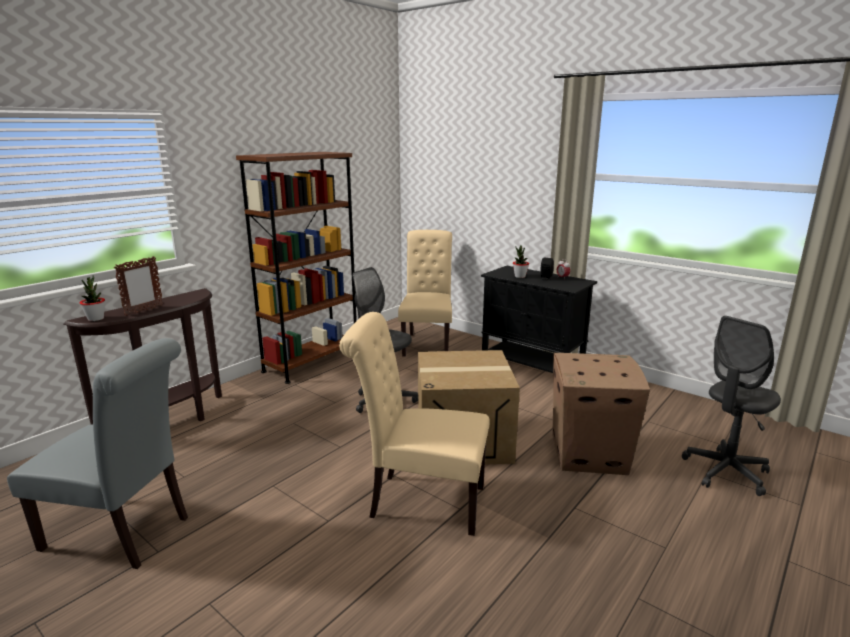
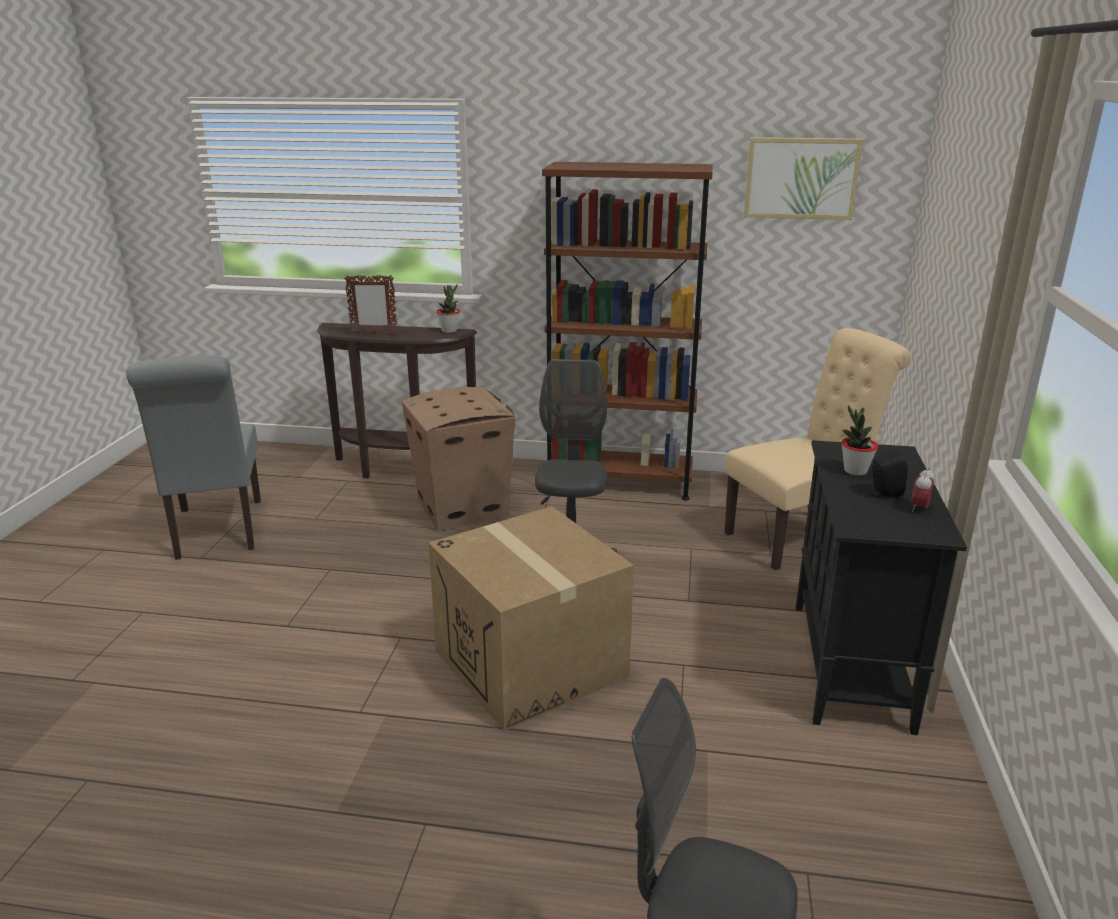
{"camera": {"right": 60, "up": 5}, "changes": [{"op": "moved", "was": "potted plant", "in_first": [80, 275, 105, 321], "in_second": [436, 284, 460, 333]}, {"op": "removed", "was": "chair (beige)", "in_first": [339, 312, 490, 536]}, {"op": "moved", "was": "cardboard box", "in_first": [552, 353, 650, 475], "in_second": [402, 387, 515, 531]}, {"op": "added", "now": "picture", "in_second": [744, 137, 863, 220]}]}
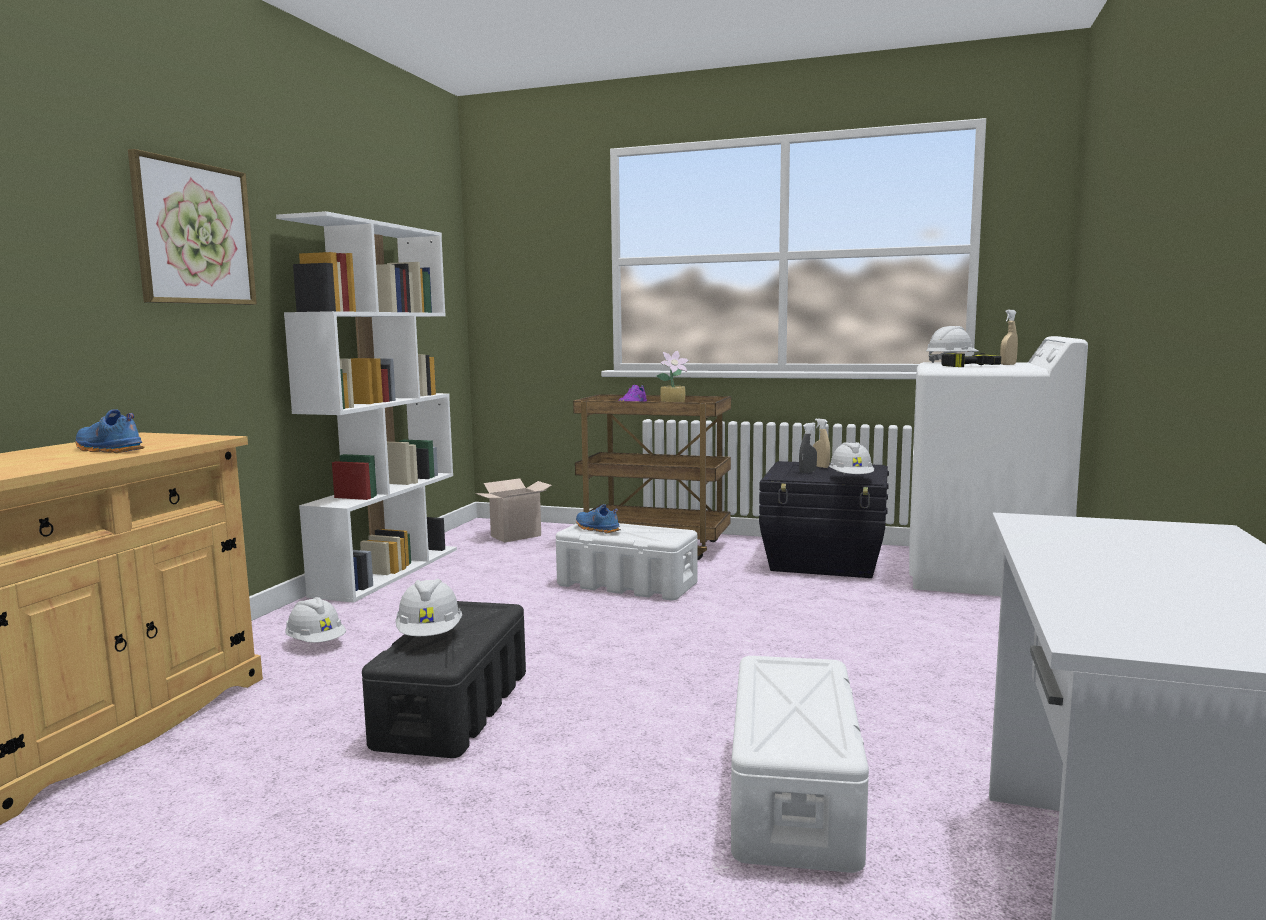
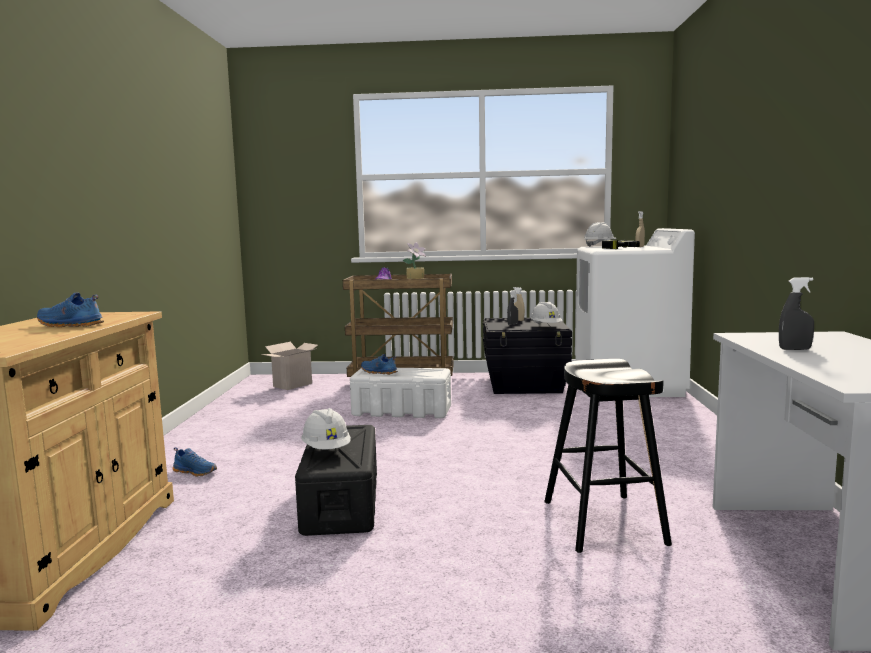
{"camera": {"right": -15, "up": 0}, "changes": [{"op": "removed", "was": "picture", "in_first": [128, 149, 257, 305]}, {"op": "removed", "was": "bookcase (white)", "in_first": [276, 211, 457, 603]}, {"op": "replaced", "was": "hard hat (white)", "now": "shoe (blue)", "in_first": [285, 597, 346, 643], "in_second": [172, 447, 217, 477]}, {"op": "replaced", "was": "storage box (white)", "now": "stool (black)", "in_first": [731, 656, 869, 873], "in_second": [544, 359, 672, 553]}, {"op": "added", "now": "spray bottle (grey)", "in_second": [779, 277, 814, 350]}]}
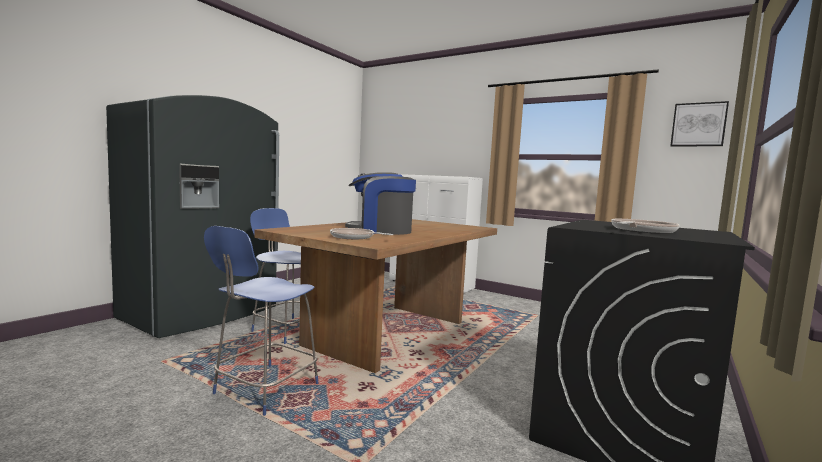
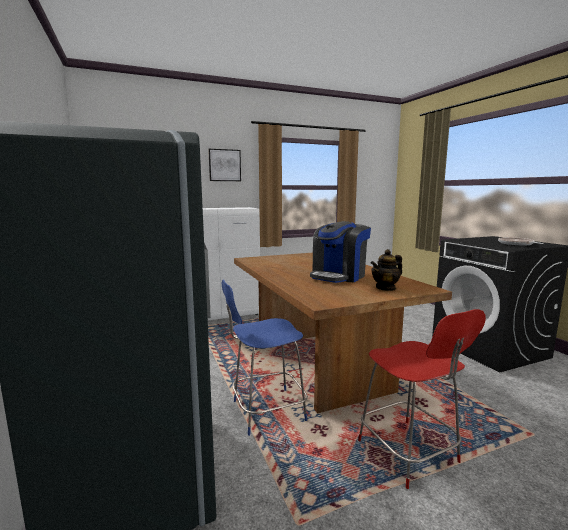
{"camera": {"right": -55, "up": 5}, "changes": [{"op": "moved", "was": "picture", "in_first": [670, 101, 729, 146], "in_second": [208, 149, 241, 181]}, {"op": "recoloured", "was": "chair (blue)", "now": "chair (red)", "in_first": [204, 226, 319, 416], "in_second": [358, 309, 486, 489]}, {"op": "replaced", "was": "frying pan", "now": "teapot", "in_first": [330, 228, 393, 239], "in_second": [371, 249, 402, 291]}]}
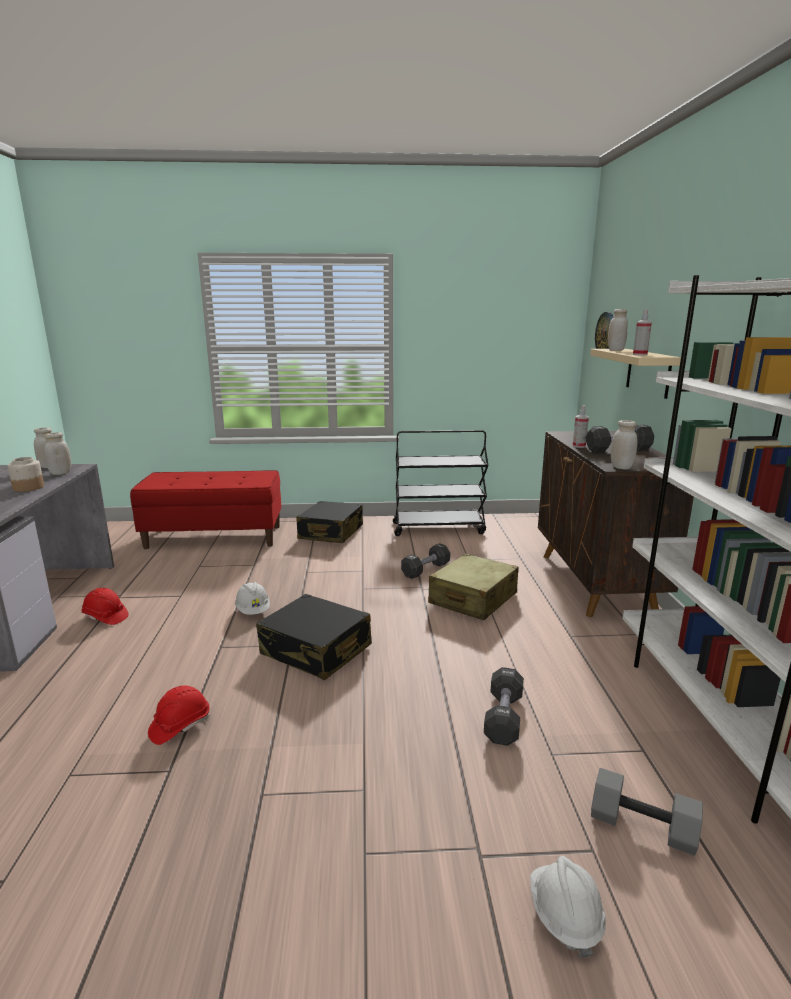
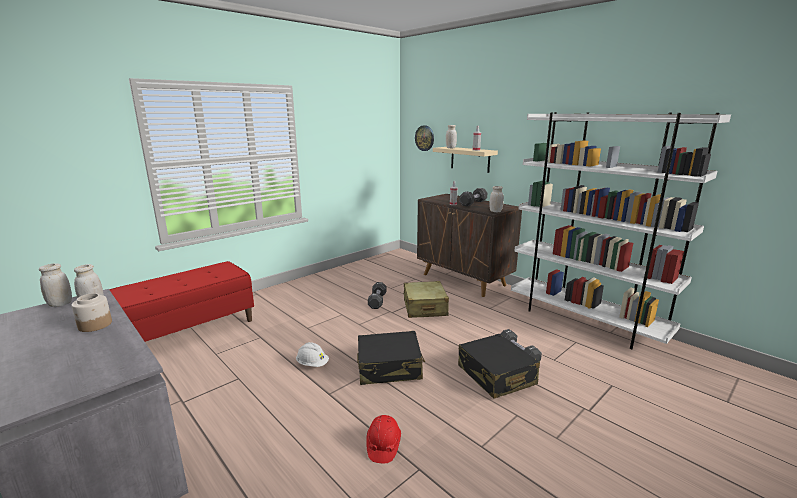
{"camera": {"right": -40, "up": 0}, "changes": [{"op": "removed", "was": "cart (black)", "in_first": [393, 430, 488, 536]}, {"op": "moved", "was": "suitcase (black)", "in_first": [296, 501, 363, 543], "in_second": [458, 334, 540, 399]}, {"op": "removed", "was": "hard hat (red)", "in_first": [82, 588, 129, 625]}, {"op": "removed", "was": "dumbbell (grey)", "in_first": [591, 768, 703, 856]}, {"op": "removed", "was": "hard hat (white)", "in_first": [530, 856, 606, 958]}]}
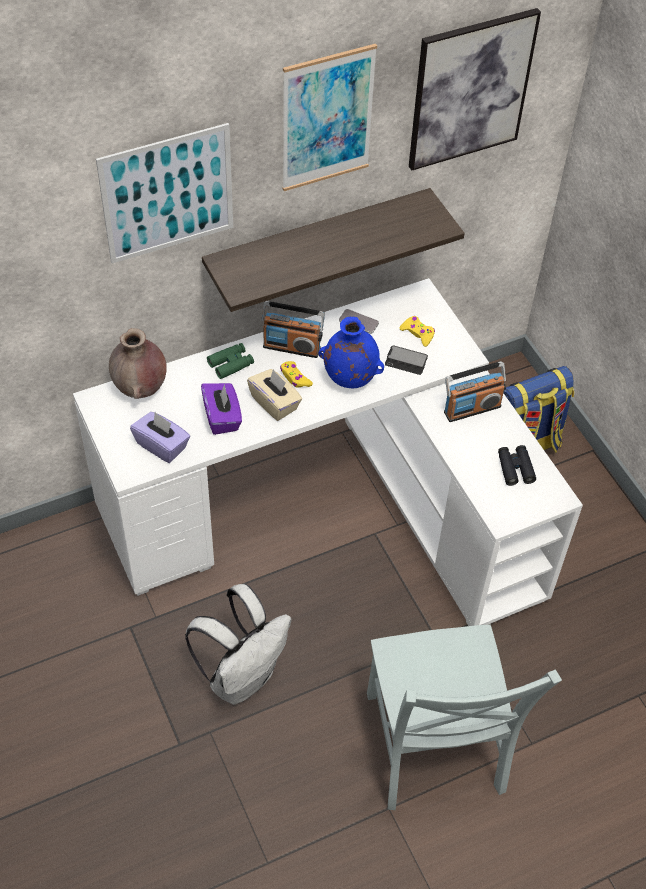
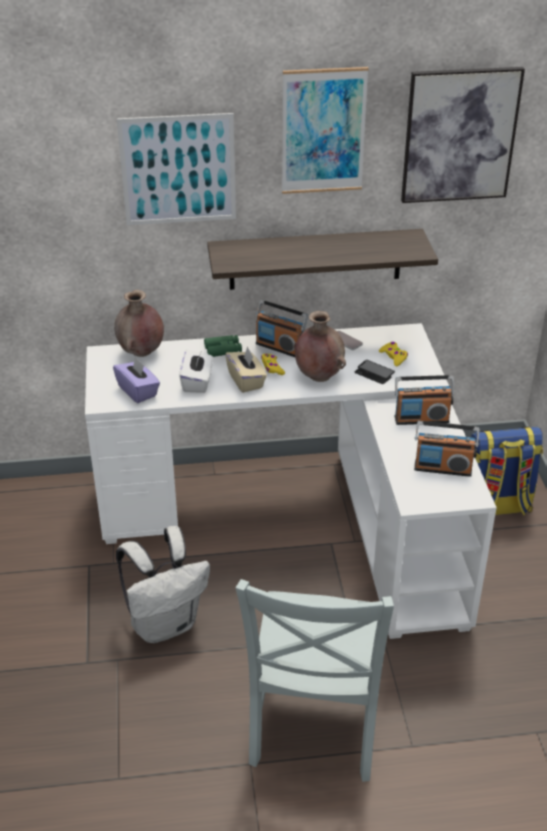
{"camera": {"right": 20, "up": -15}, "changes": [{"op": "recoloured", "was": "vase (blue)", "now": "vase (brown)", "in_first": [318, 316, 384, 388], "in_second": [294, 311, 346, 382]}, {"op": "recoloured", "was": "tissue box (purple)", "now": "tissue box (white)", "in_first": [201, 383, 242, 435], "in_second": [180, 348, 213, 393]}, {"op": "replaced", "was": "binoculars (black)", "now": "radio", "in_first": [498, 445, 536, 486], "in_second": [414, 421, 480, 477]}]}
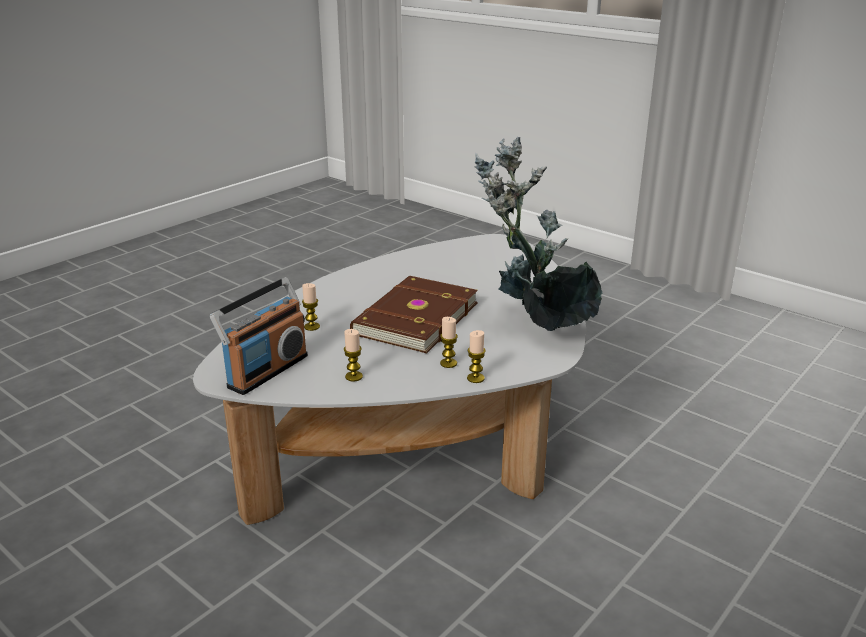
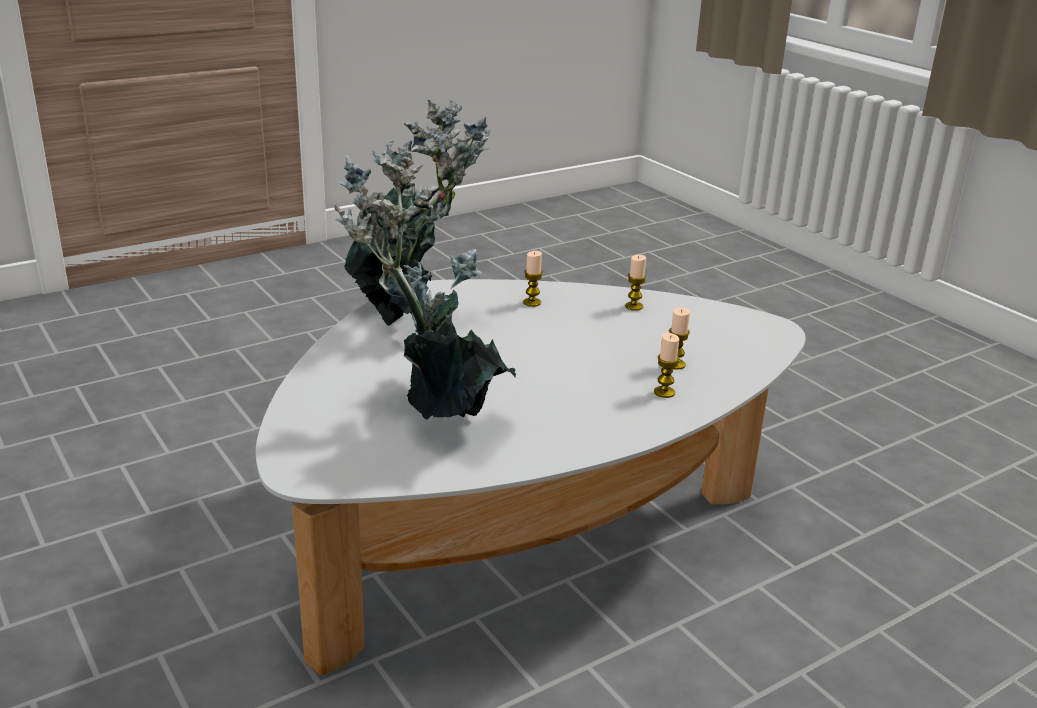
{"camera": {"right": -165, "up": 0}, "changes": [{"op": "removed", "was": "book (brown)", "in_first": [350, 276, 478, 353]}, {"op": "removed", "was": "radio", "in_first": [210, 277, 308, 395]}, {"op": "moved", "was": "candle", "in_first": [467, 330, 486, 383], "in_second": [654, 333, 679, 398]}, {"op": "added", "now": "potted plant", "in_second": [334, 140, 516, 420]}]}
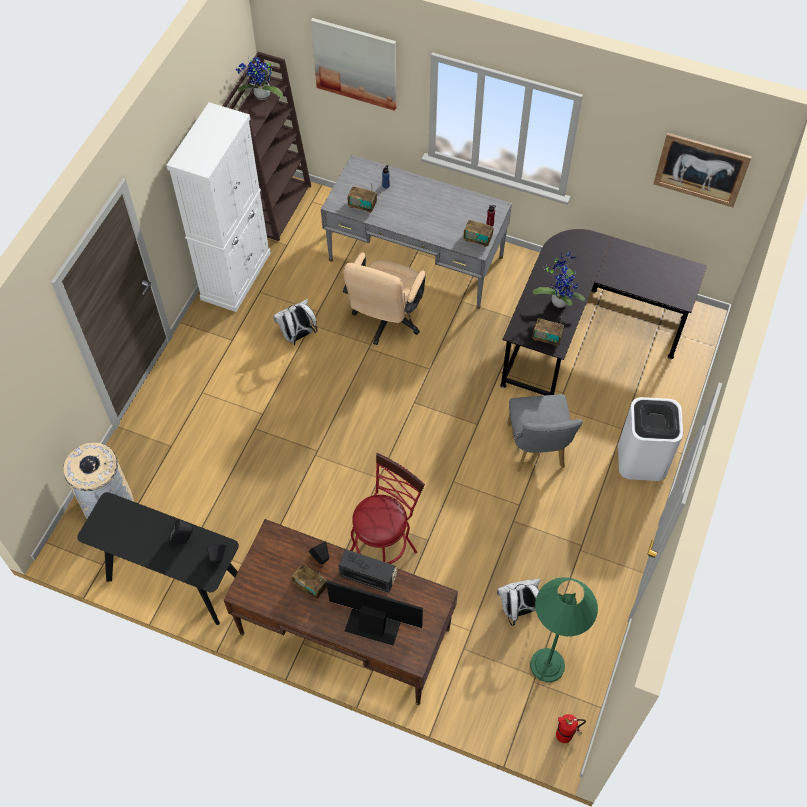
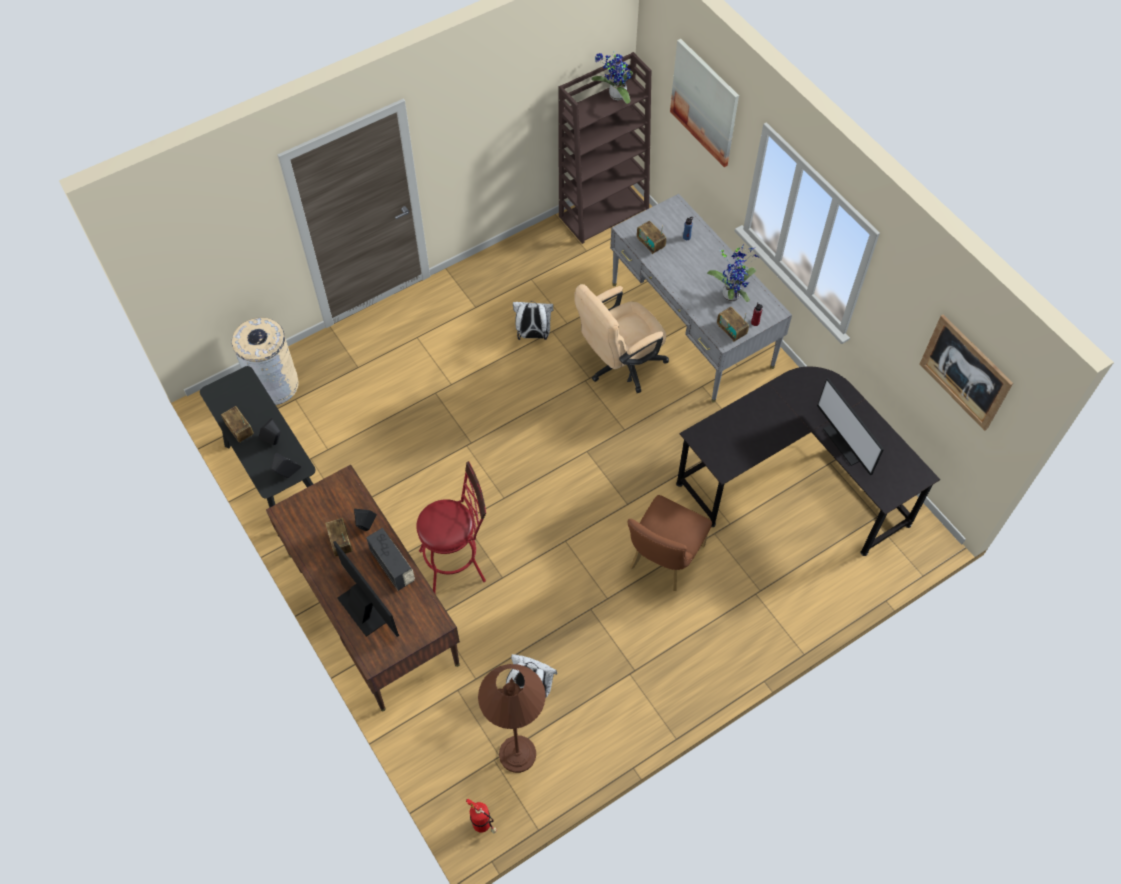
{"camera": {"right": 35, "up": 0}, "changes": [{"op": "removed", "was": "cabinet (white)", "in_first": [166, 102, 271, 312]}, {"op": "moved", "was": "potted plant", "in_first": [533, 251, 585, 308], "in_second": [707, 244, 759, 302]}, {"op": "moved", "was": "radio", "in_first": [532, 317, 564, 346], "in_second": [221, 406, 254, 443]}, {"op": "recoloured", "was": "chair (grey)", "now": "chair (brown)", "in_first": [507, 394, 583, 472], "in_second": [627, 495, 712, 591]}, {"op": "removed", "was": "trash can (white)", "in_first": [618, 397, 683, 481]}, {"op": "recoloured", "was": "floor lamp (green)", "now": "floor lamp (brown)", "in_first": [530, 577, 598, 682], "in_second": [478, 664, 546, 773]}, {"op": "added", "now": "monitor", "in_second": [817, 378, 884, 475]}]}
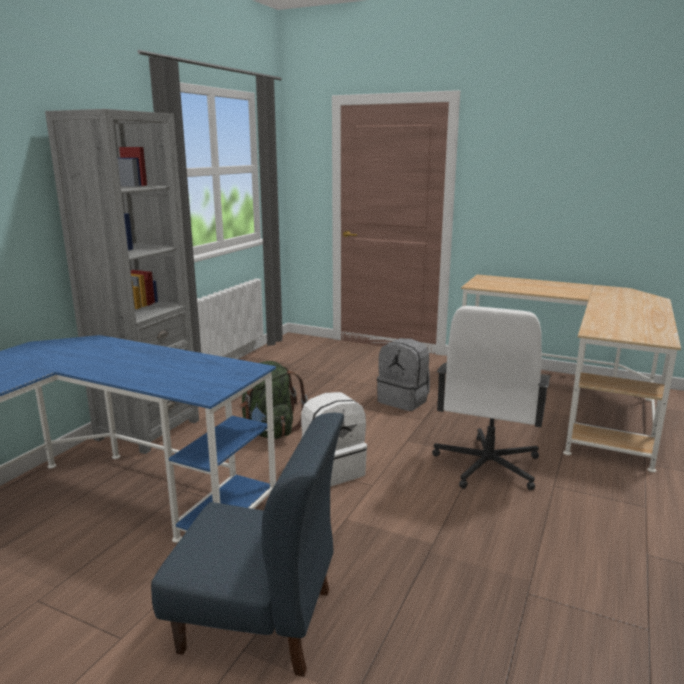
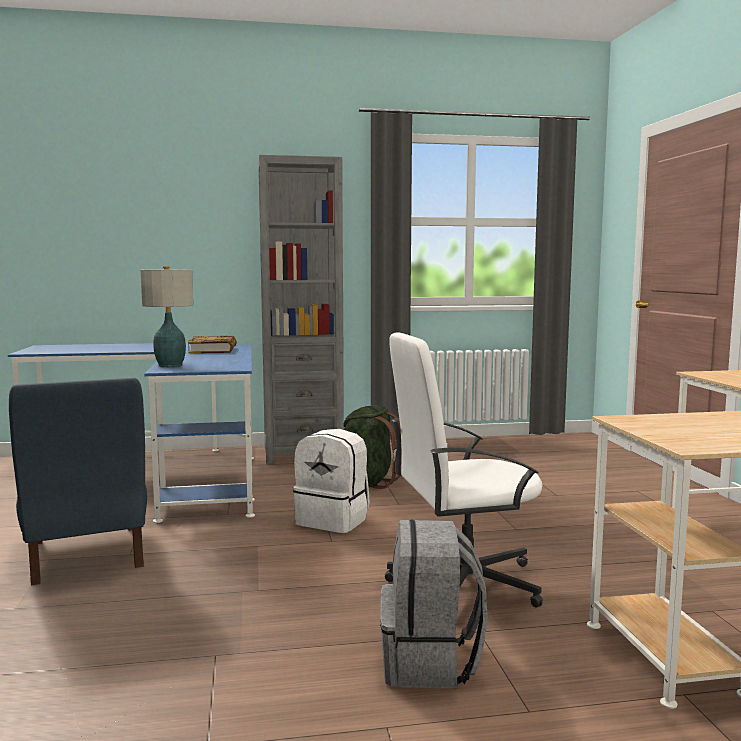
{"camera": {"right": 55, "up": -10}, "changes": [{"op": "moved", "was": "backpack (grey)", "in_first": [377, 338, 430, 411], "in_second": [380, 520, 488, 688]}, {"op": "added", "now": "table lamp", "in_second": [141, 266, 193, 367]}, {"op": "added", "now": "book", "in_second": [188, 335, 237, 354]}]}
